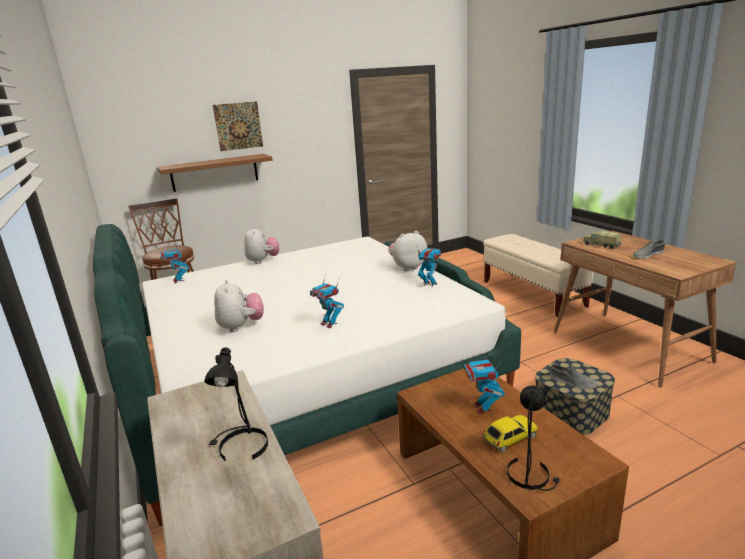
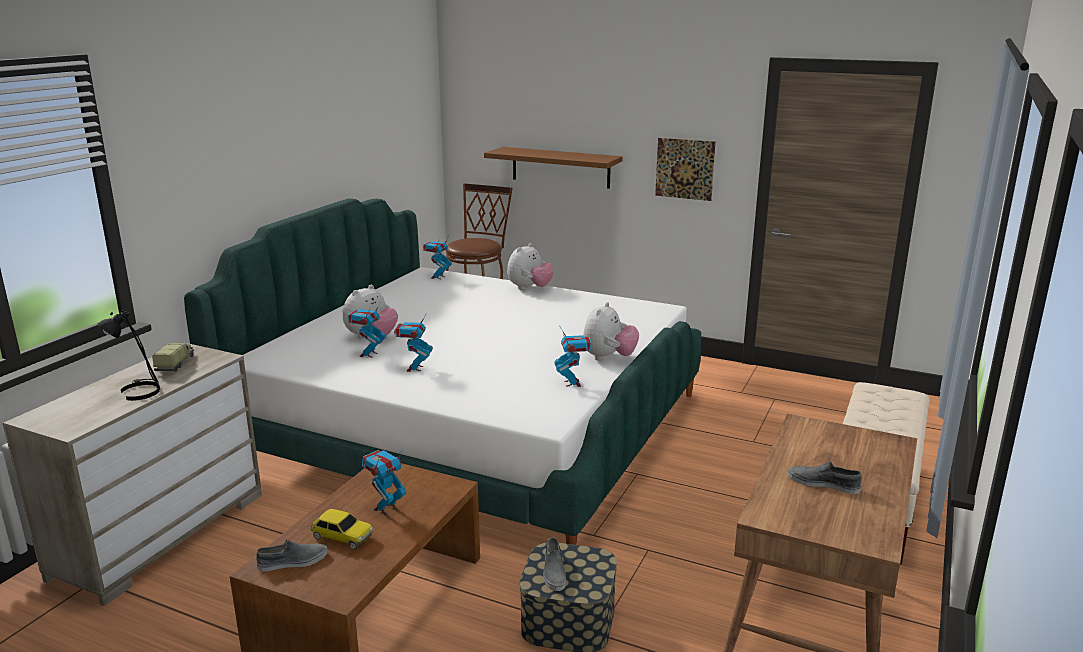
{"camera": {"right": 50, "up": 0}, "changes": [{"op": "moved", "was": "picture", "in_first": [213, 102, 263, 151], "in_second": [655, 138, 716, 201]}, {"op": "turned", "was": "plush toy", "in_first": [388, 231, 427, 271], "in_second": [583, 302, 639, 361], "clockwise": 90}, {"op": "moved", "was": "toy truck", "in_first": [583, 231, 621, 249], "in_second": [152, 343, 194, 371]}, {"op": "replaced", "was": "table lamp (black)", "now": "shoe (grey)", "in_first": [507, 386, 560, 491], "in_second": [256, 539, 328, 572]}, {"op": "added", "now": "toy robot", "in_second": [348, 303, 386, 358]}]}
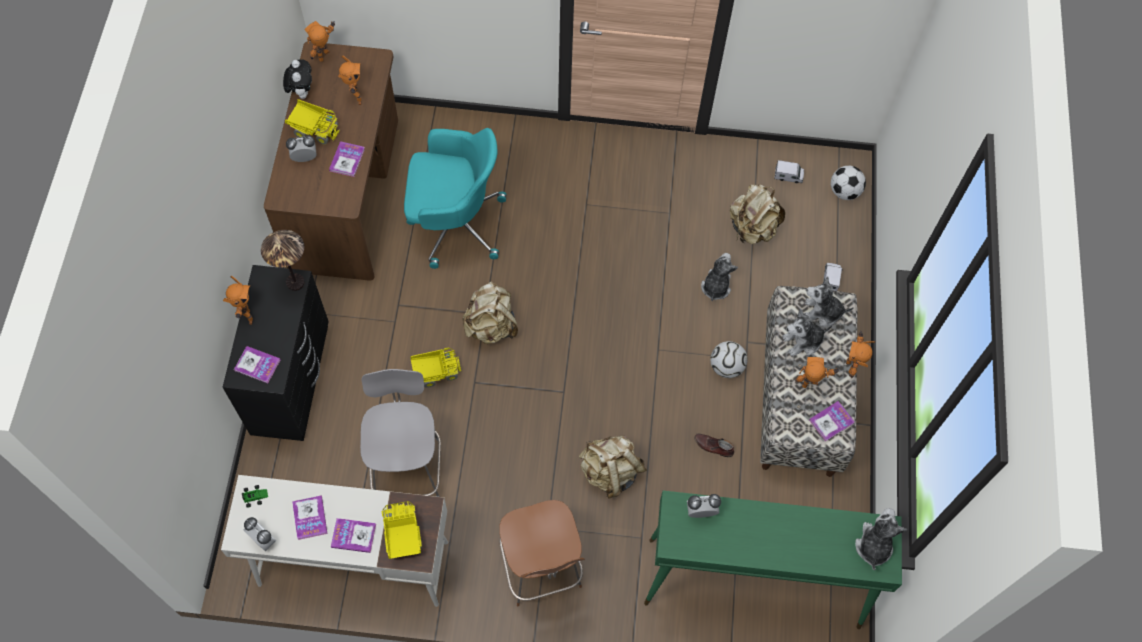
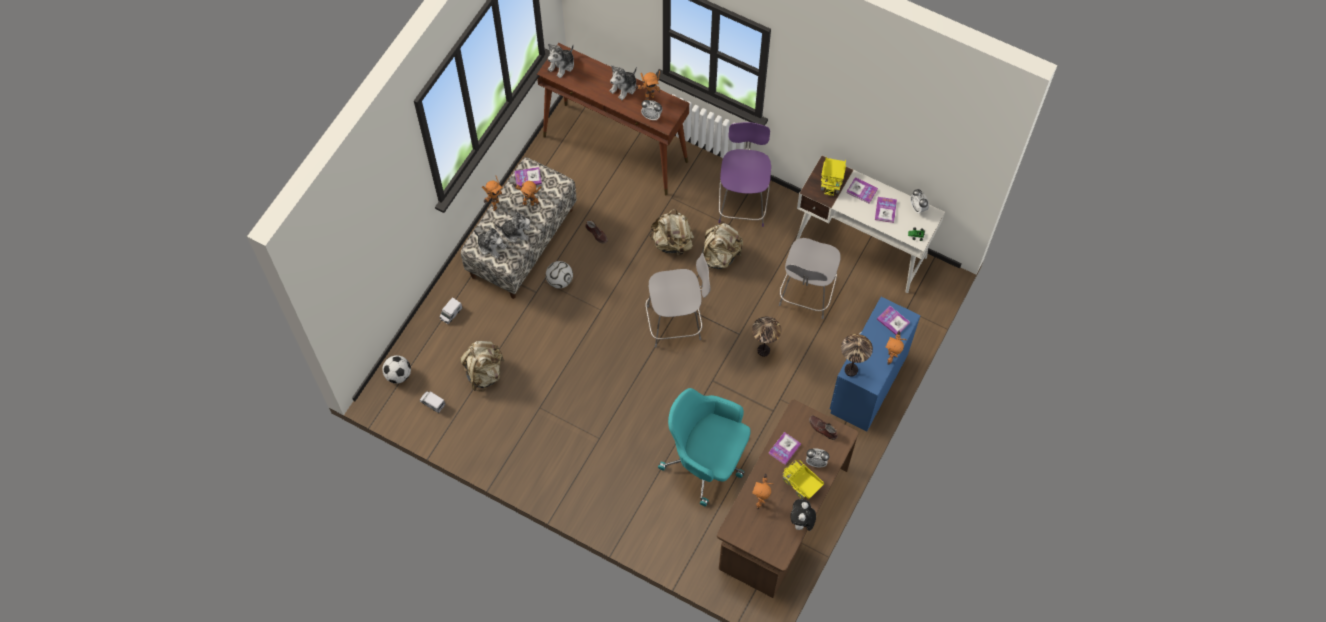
{"camera": {"right": -155, "up": 0}, "changes": [{"op": "moved", "was": "toy robot", "in_first": [304, 21, 335, 62], "in_second": [635, 70, 660, 100]}, {"op": "moved", "was": "plush toy", "in_first": [701, 253, 738, 301], "in_second": [609, 65, 637, 100]}, {"op": "recoloured", "was": "dresser (black)", "now": "dresser (blue)", "in_first": [223, 265, 329, 441], "in_second": [830, 297, 921, 432]}, {"op": "moved", "was": "backpack (beige)", "in_first": [462, 282, 518, 344], "in_second": [702, 223, 743, 270]}, {"op": "replaced", "was": "toy truck", "now": "table lamp", "in_first": [410, 347, 461, 388], "in_second": [752, 317, 781, 357]}, {"op": "recoloured", "was": "console table (green)", "now": "console table (brown)", "in_first": [644, 491, 902, 629], "in_second": [537, 43, 689, 195]}, {"op": "recoloured", "was": "chair (brown)", "now": "chair (purple)", "in_first": [499, 500, 585, 606], "in_second": [718, 122, 771, 227]}, {"op": "added", "now": "chair (grey)", "in_second": [645, 253, 710, 347]}, {"op": "added", "now": "shoe (brown)", "in_second": [809, 415, 837, 440]}]}
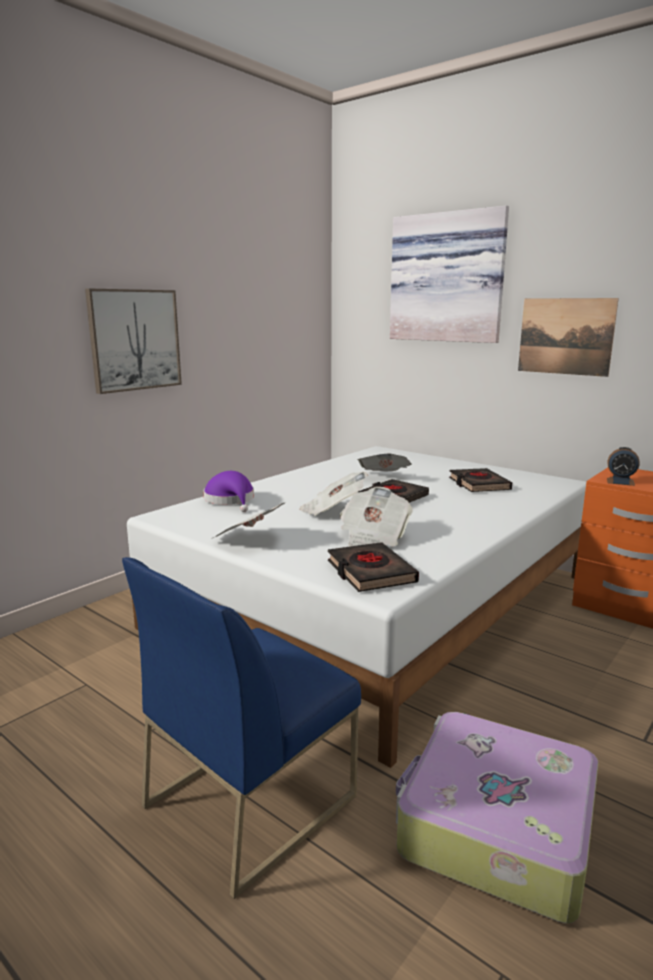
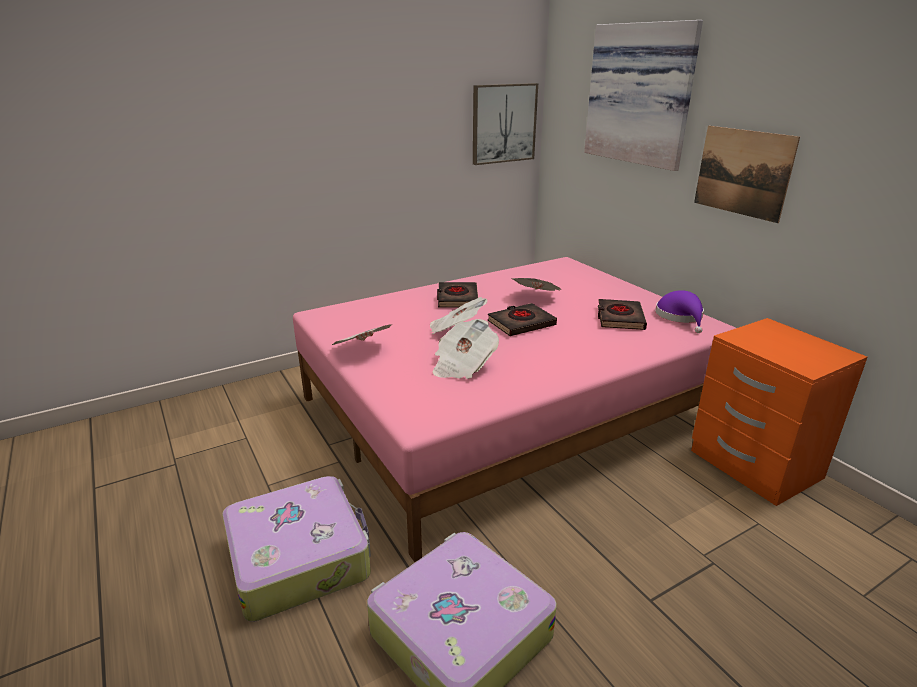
{"camera": {"right": 20, "up": 10}, "changes": [{"op": "moved", "was": "picture", "in_first": [85, 288, 182, 394], "in_second": [473, 83, 538, 165]}, {"op": "recoloured", "was": "bed (white)", "now": "bed (pink)", "in_first": [127, 446, 586, 768], "in_second": [293, 257, 736, 562]}, {"op": "removed", "was": "alarm clock", "in_first": [607, 447, 640, 486]}, {"op": "moved", "was": "hat (purple)", "in_first": [203, 471, 254, 512], "in_second": [655, 290, 704, 333]}, {"op": "moved", "was": "book (black)", "in_first": [328, 542, 419, 592], "in_second": [437, 282, 478, 307]}, {"op": "replaced", "was": "chair (blue)", "now": "suitcase", "in_first": [122, 557, 361, 899], "in_second": [222, 476, 371, 622]}]}
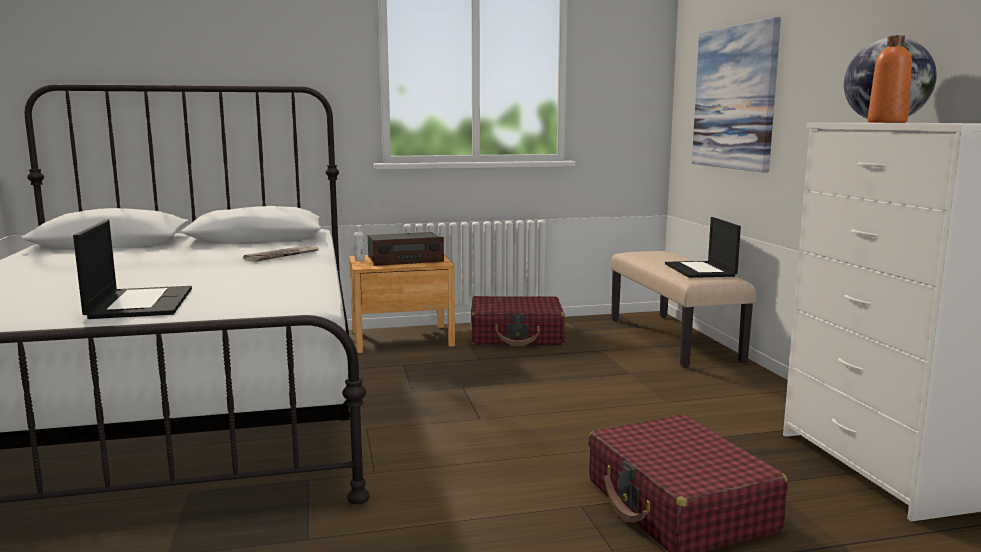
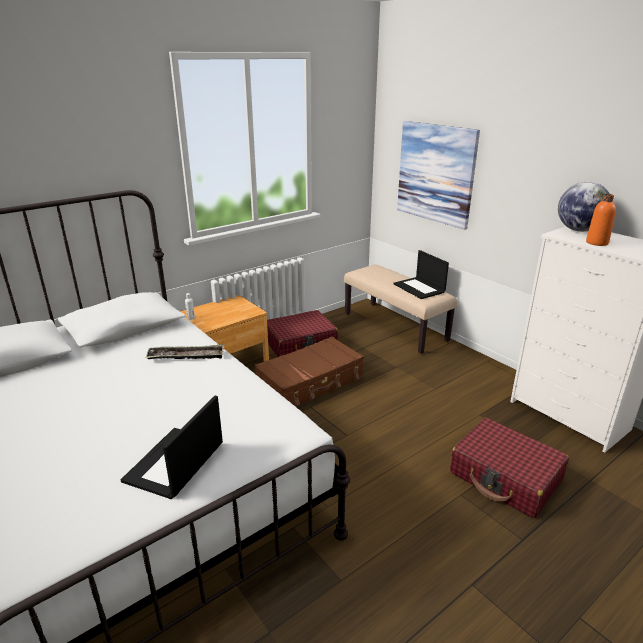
{"camera": {"right": -25, "up": 15}, "changes": [{"op": "turned", "was": "laptop", "in_first": [73, 219, 192, 319], "in_second": [121, 396, 223, 499], "clockwise": -120}, {"op": "removed", "was": "radio", "in_first": [368, 232, 444, 266]}, {"op": "replaced", "was": "newspaper", "now": "tray", "in_first": [243, 245, 318, 262], "in_second": [146, 344, 224, 359]}, {"op": "added", "now": "suitcase (brown)", "in_second": [255, 336, 364, 407]}]}
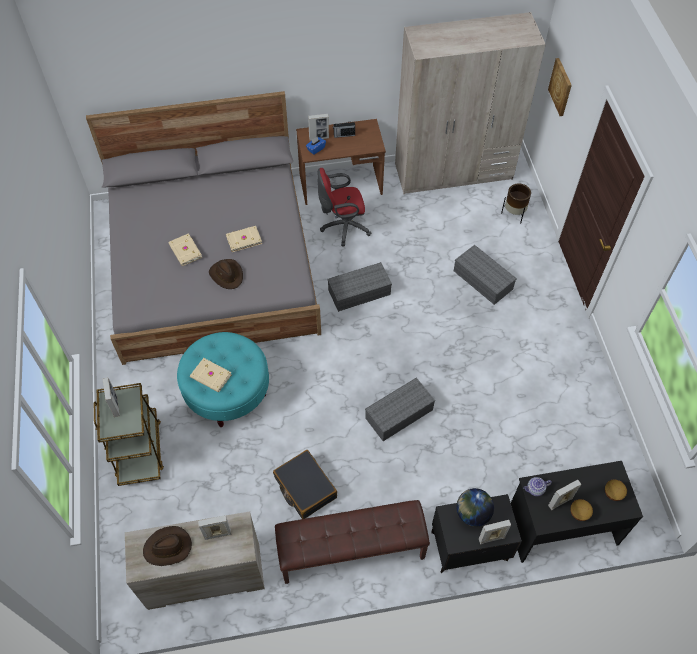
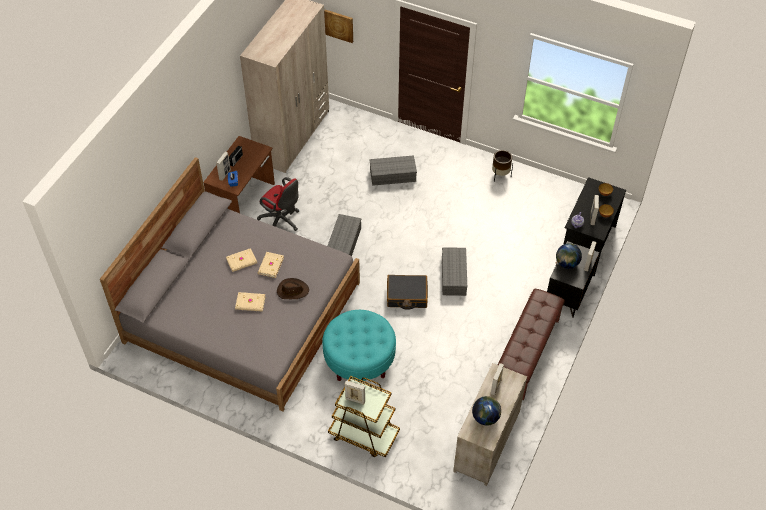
{"camera": {"right": -55, "up": -5}, "changes": [{"op": "turned", "was": "office chair (red)", "in_first": [317, 168, 371, 246], "in_second": [257, 177, 299, 231], "clockwise": -75}, {"op": "moved", "was": "planter (brown)", "in_first": [501, 184, 531, 223], "in_second": [492, 150, 513, 182]}, {"op": "moved", "was": "book (beige)", "in_first": [190, 358, 232, 392], "in_second": [226, 248, 257, 272]}, {"op": "moved", "was": "suitcase (black)", "in_first": [273, 450, 337, 519], "in_second": [387, 275, 428, 310]}, {"op": "replaced", "was": "hat (brown)", "now": "globe", "in_first": [143, 526, 192, 566], "in_second": [472, 396, 501, 426]}]}
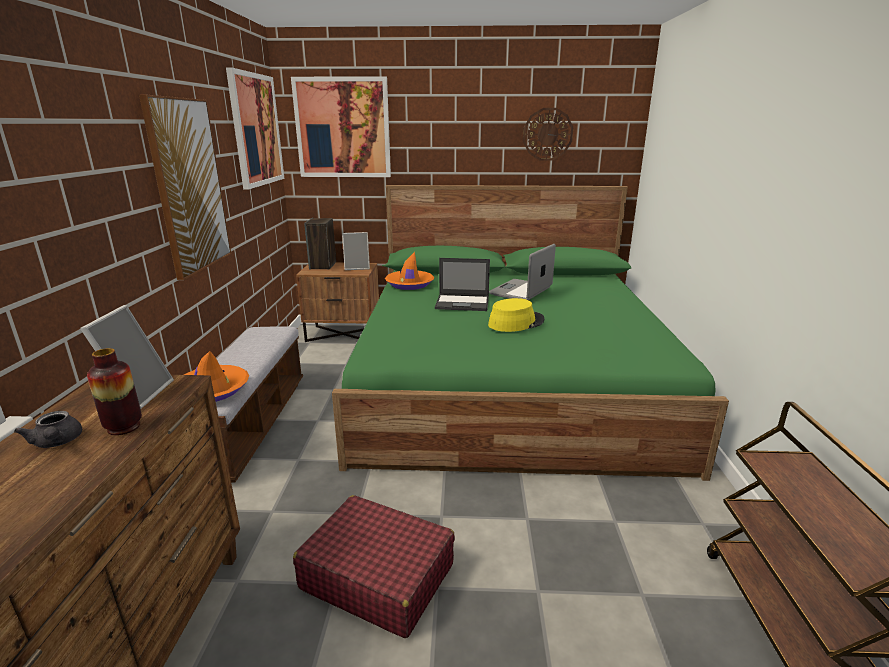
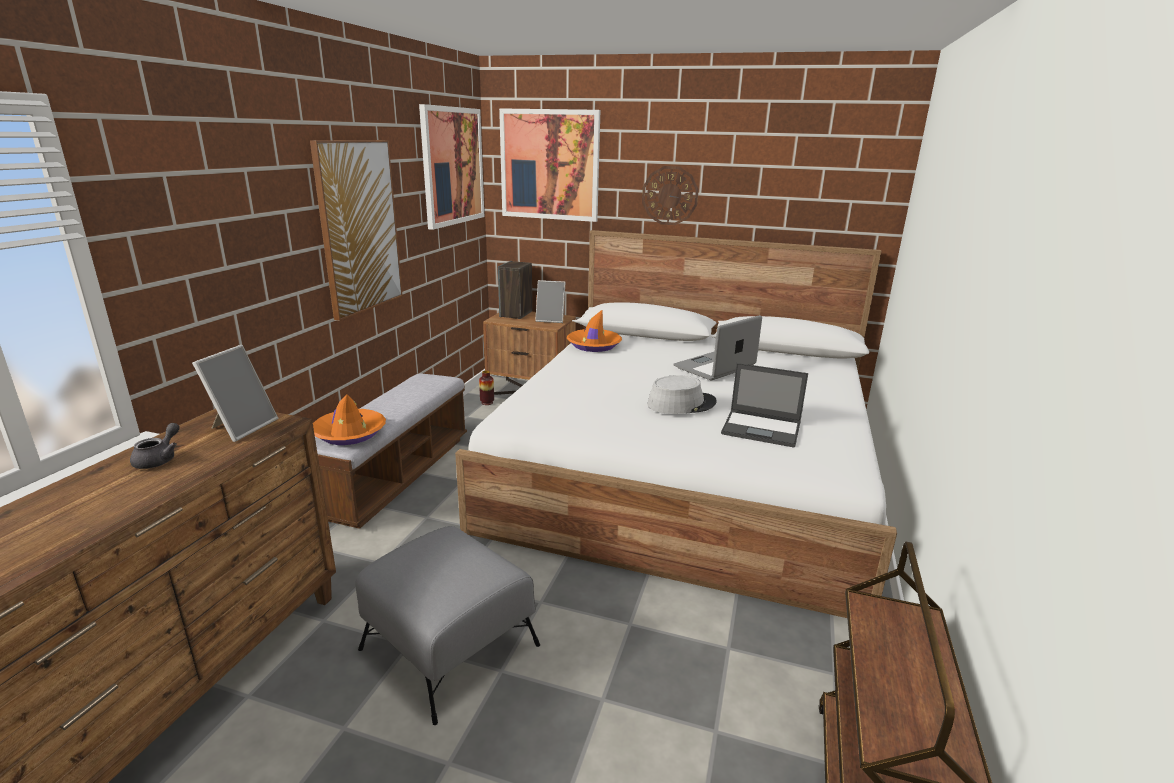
{"camera": {"right": 15, "up": 0}, "changes": [{"op": "moved", "was": "wall clock", "in_first": [523, 108, 573, 160], "in_second": [642, 166, 699, 225]}, {"op": "recoloured", "was": "bed (green)", "now": "bed (white)", "in_first": [332, 185, 729, 481], "in_second": [455, 230, 897, 618]}, {"op": "moved", "was": "laptop", "in_first": [435, 258, 490, 311], "in_second": [721, 363, 808, 448]}, {"op": "recoloured", "was": "hat (yellow)", "now": "hat (grey)", "in_first": [488, 298, 545, 332], "in_second": [647, 375, 717, 414]}, {"op": "moved", "was": "vase", "in_first": [87, 348, 142, 435], "in_second": [479, 371, 494, 405]}, {"op": "turned", "was": "teapot (grey)", "in_first": [14, 411, 82, 448], "in_second": [130, 423, 180, 469], "clockwise": -150}, {"op": "replaced", "was": "suitcase (red)", "now": "ottoman (grey)", "in_first": [293, 495, 455, 638], "in_second": [355, 526, 540, 725]}]}
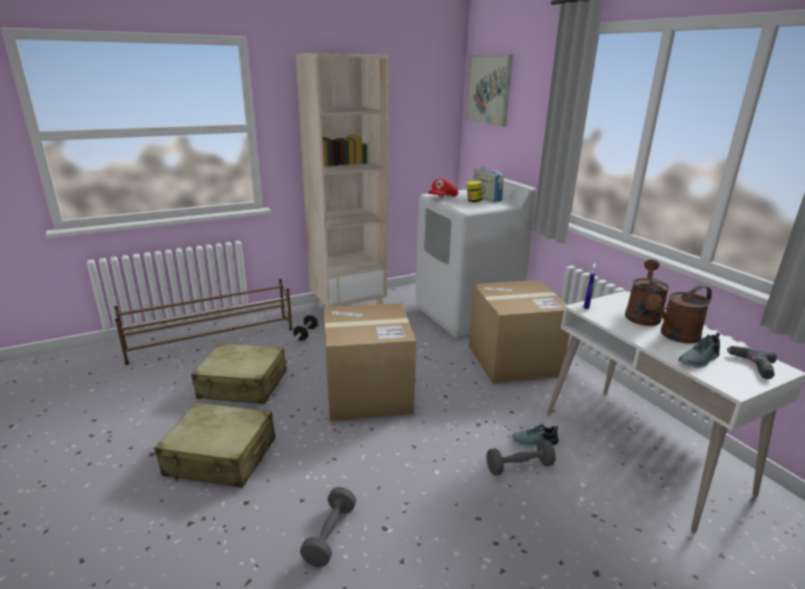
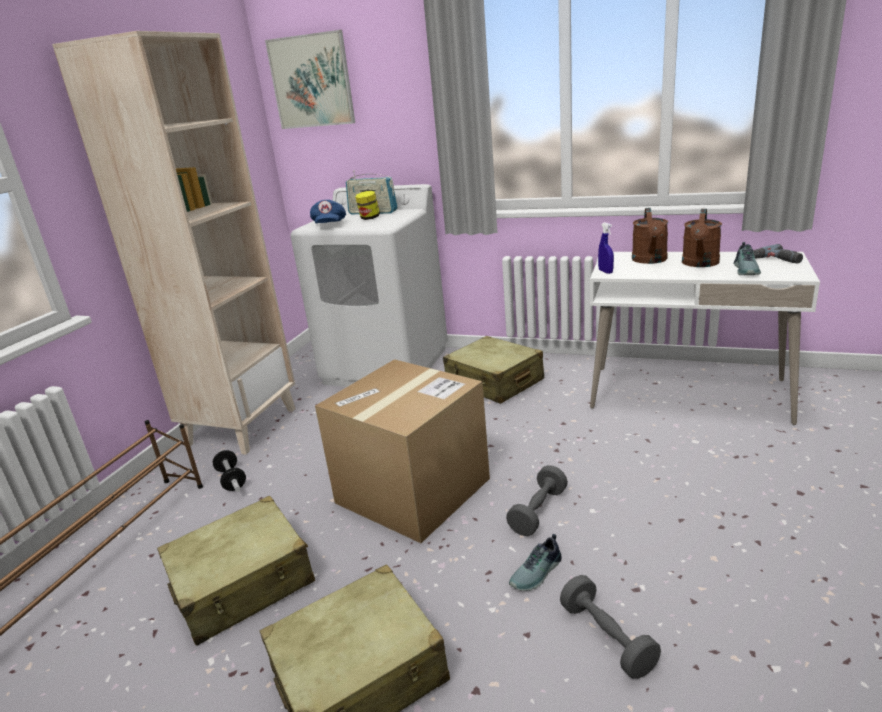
{"camera": {"right": -40, "up": 0}, "changes": [{"op": "recoloured", "was": "cap (red)", "now": "cap (blue)", "in_first": [428, 179, 458, 197], "in_second": [310, 200, 346, 223]}, {"op": "turned", "was": "watering can (brown)", "in_first": [625, 259, 669, 326], "in_second": [632, 208, 669, 264], "clockwise": -150}, {"op": "replaced", "was": "cardboard box", "now": "suitcase (beige)", "in_first": [469, 280, 570, 384], "in_second": [443, 336, 544, 404]}, {"op": "moved", "was": "shoe", "in_first": [512, 424, 559, 447], "in_second": [509, 534, 562, 591]}, {"op": "moved", "was": "dumbbell (grey)", "in_first": [487, 440, 556, 476], "in_second": [506, 465, 568, 536]}]}
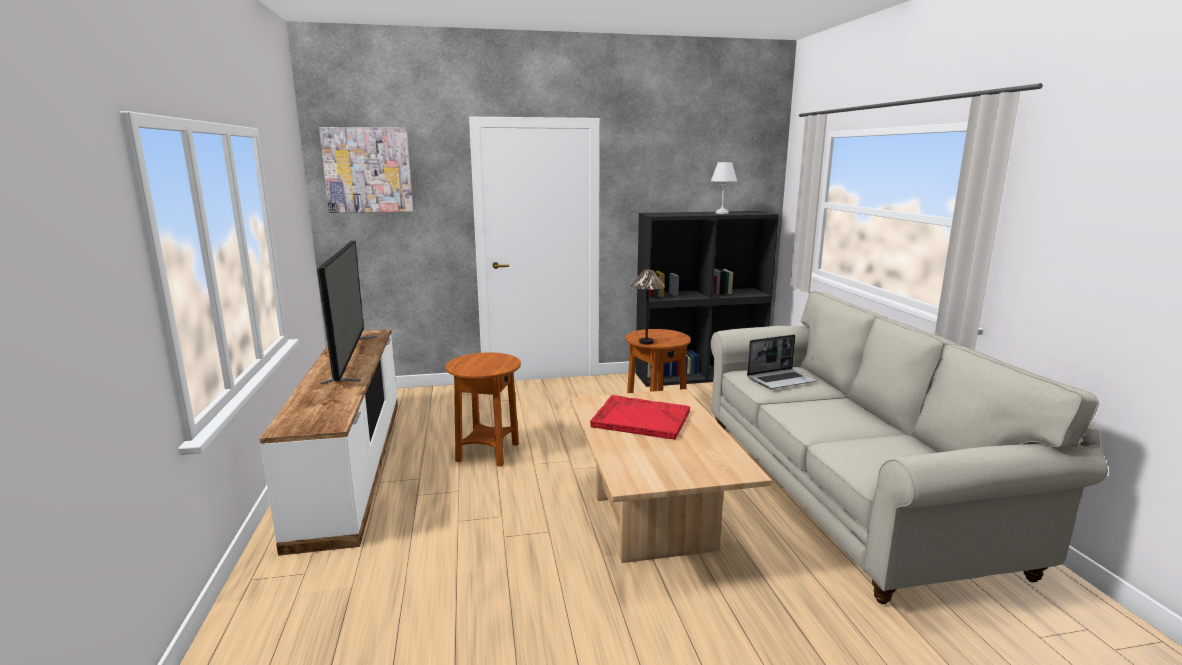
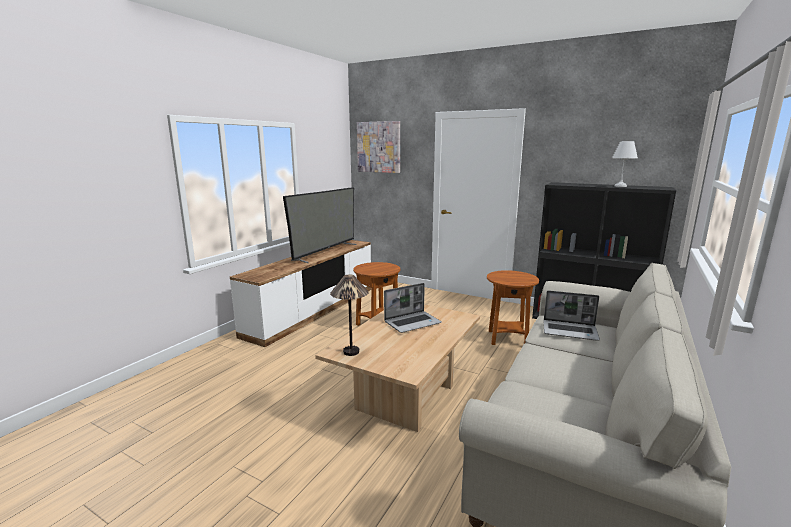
{"camera": {"right": 40, "up": 0}, "changes": [{"op": "moved", "was": "table lamp", "in_first": [631, 270, 665, 345], "in_second": [330, 275, 369, 356]}, {"op": "replaced", "was": "tray (red)", "now": "laptop", "in_first": [590, 395, 690, 439], "in_second": [384, 283, 442, 333]}]}
